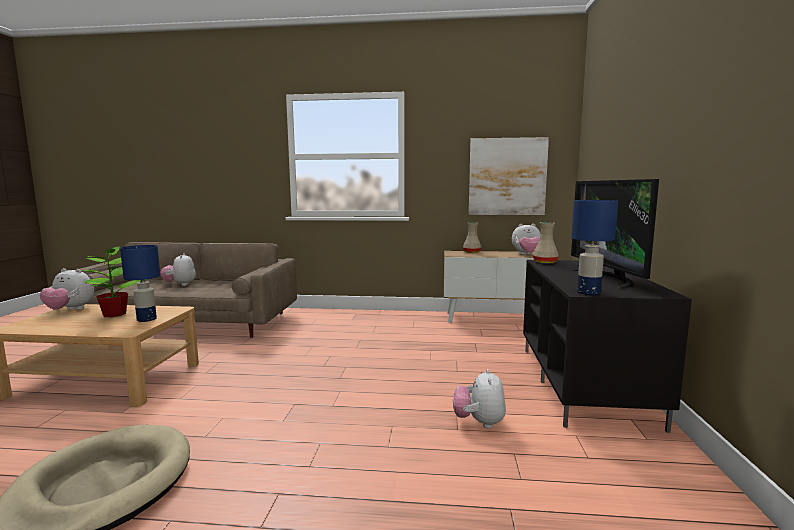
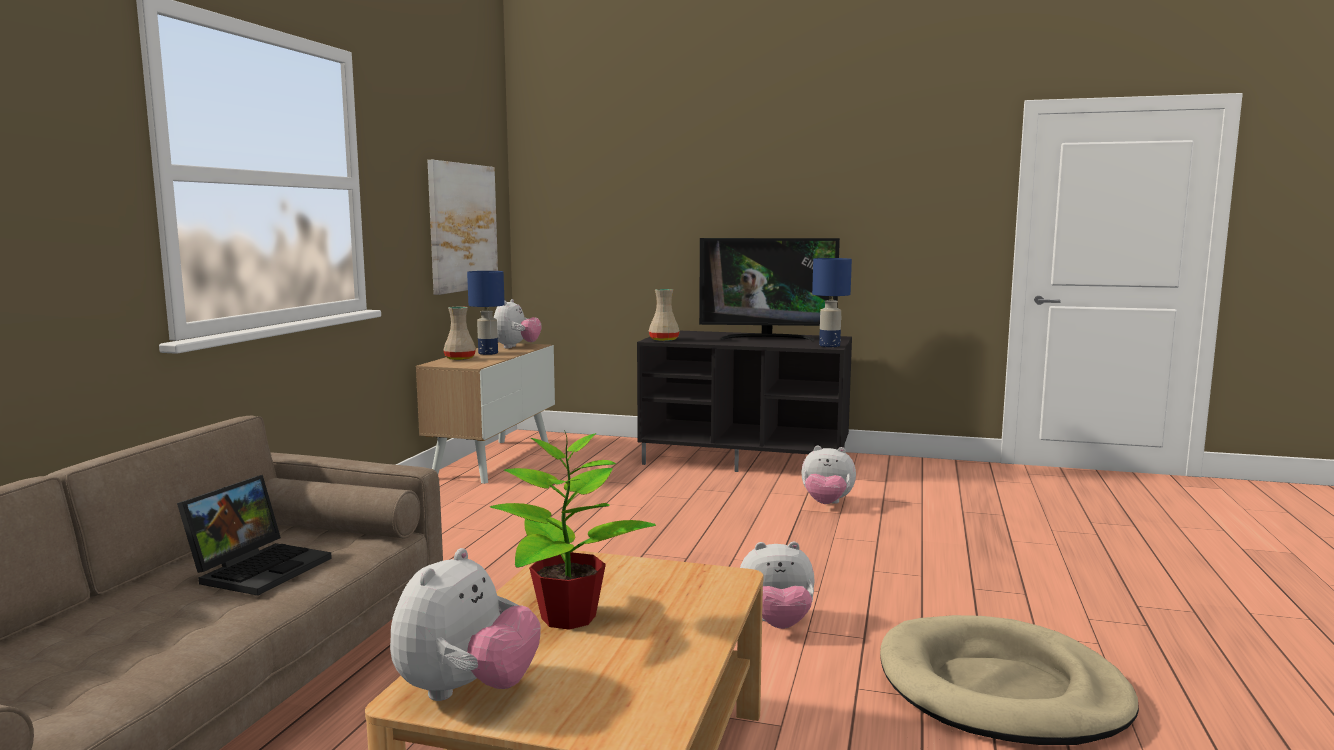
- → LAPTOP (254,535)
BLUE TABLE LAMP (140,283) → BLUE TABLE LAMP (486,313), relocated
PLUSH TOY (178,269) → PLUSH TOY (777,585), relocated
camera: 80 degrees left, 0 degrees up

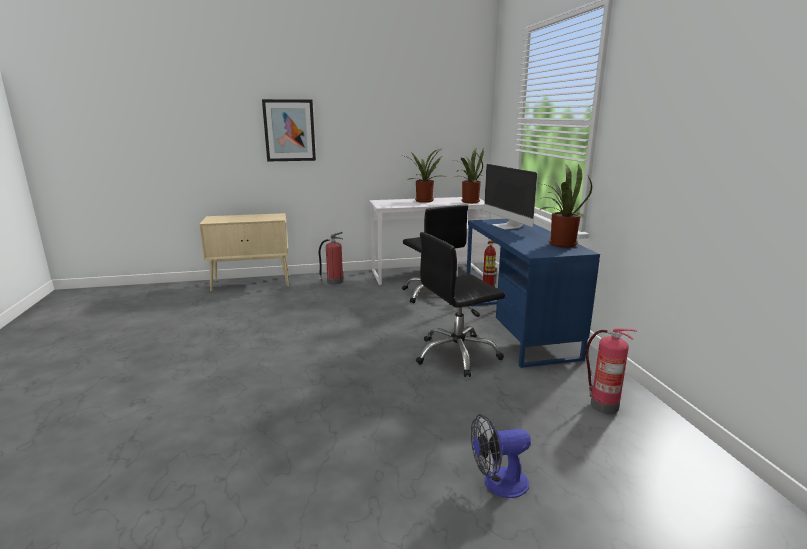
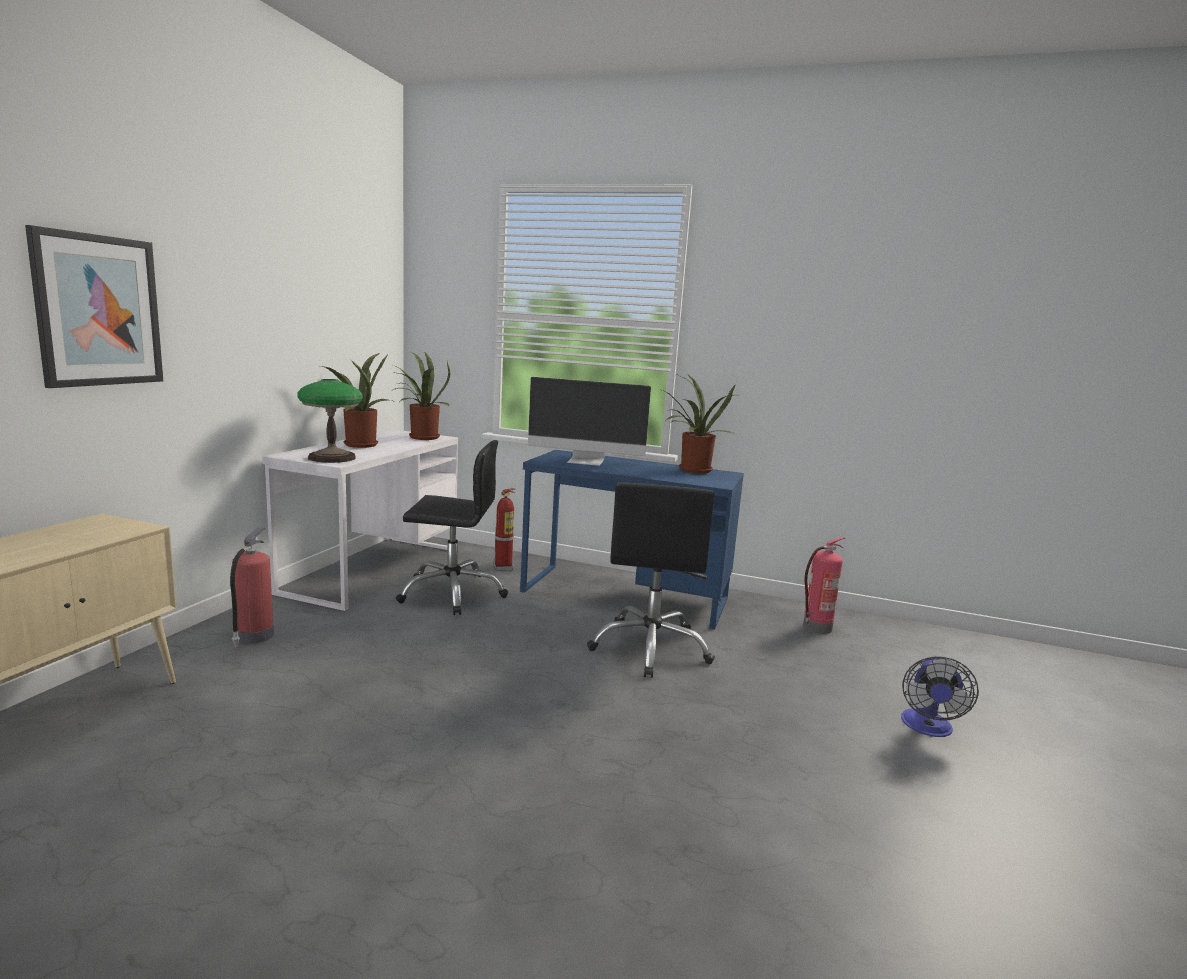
- → TABLE LAMP (330,421)
camera: 60 degrees left, 5 degrees down

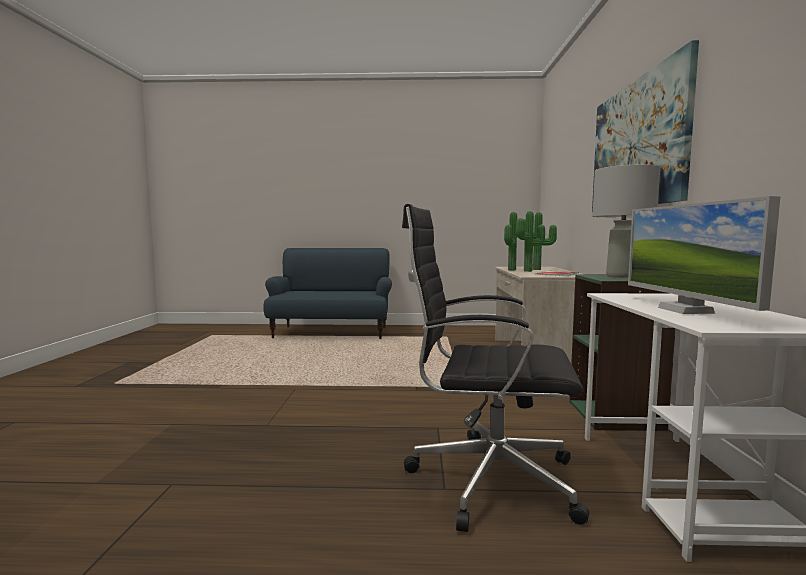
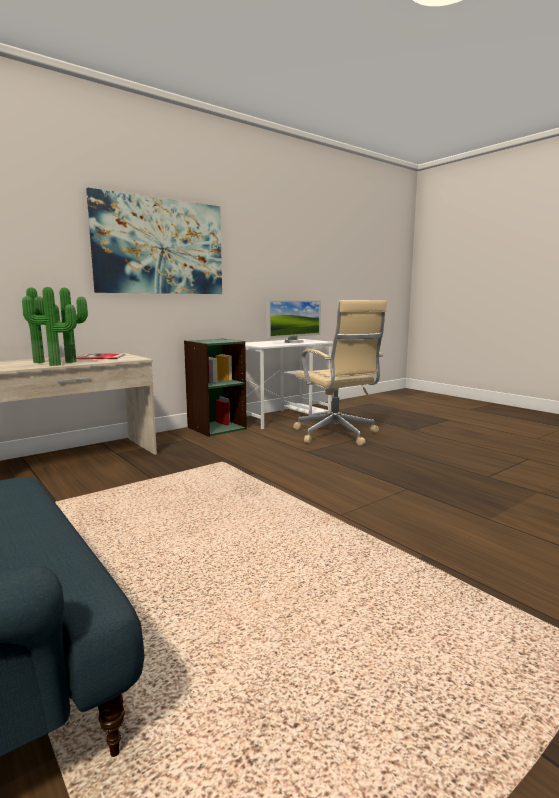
BLACK OFFICE CHAIR (495,368) → BEIGE OFFICE CHAIR (340,373)
GREY TABLE LAMP (626,221) → -
camera: 130 degrees left, 5 degrees up

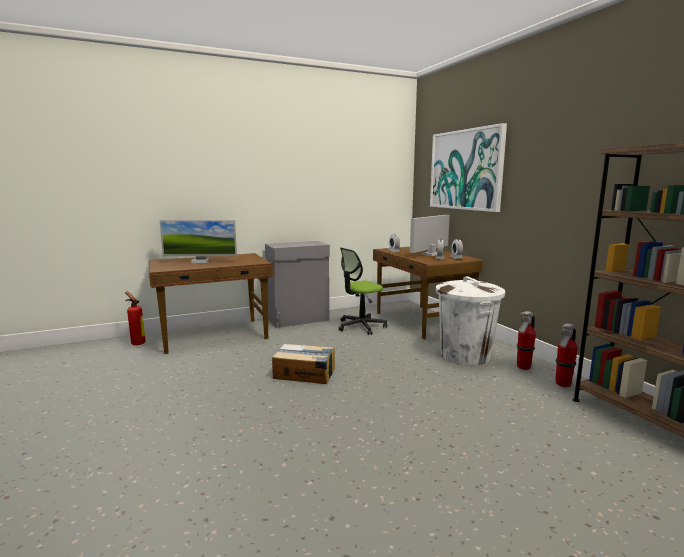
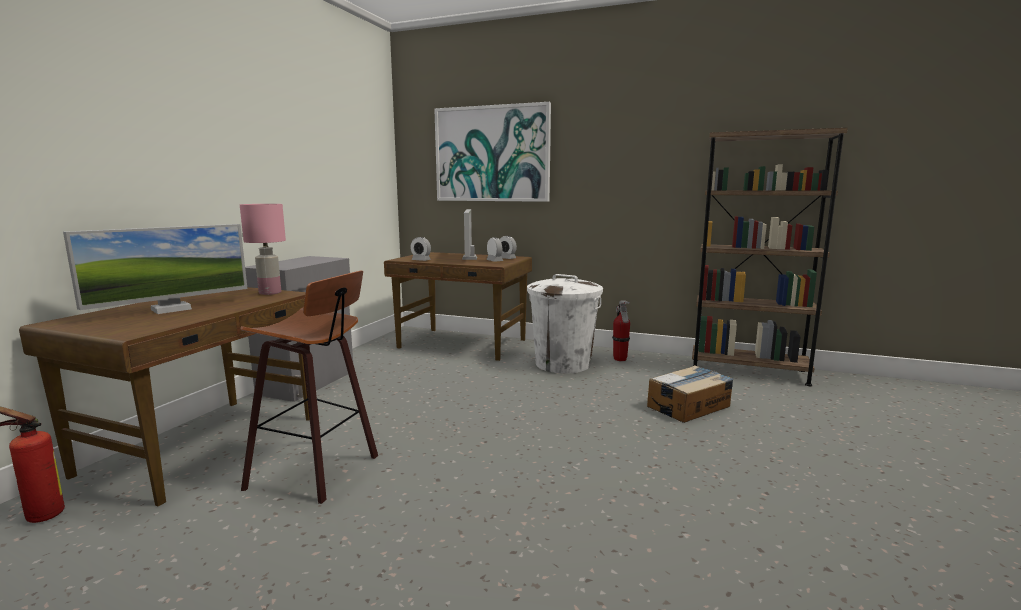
- → PINK TABLE LAMP (263,249)
- → STOOL (309,387)
CARDBOARD BOX (303,364) → CARDBOARD BOX (690,394), relocated
OFFICE CHAIR (362,291) → -
FIRE EXTINGUISHER (567,355) → -
camera: 45 degrees left, 0 degrees up

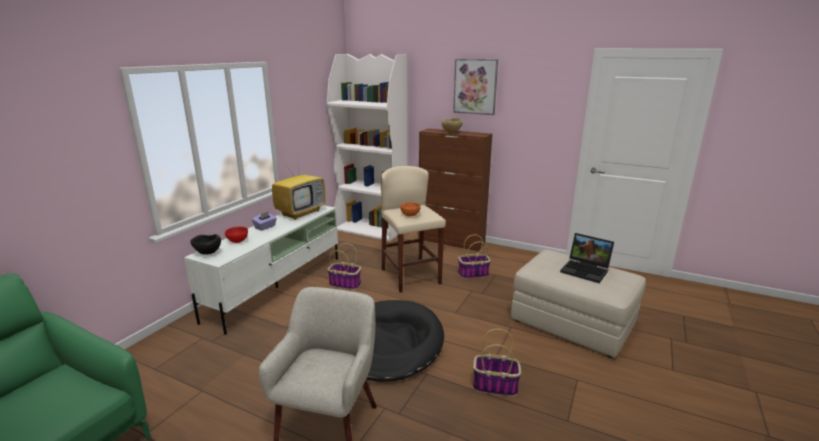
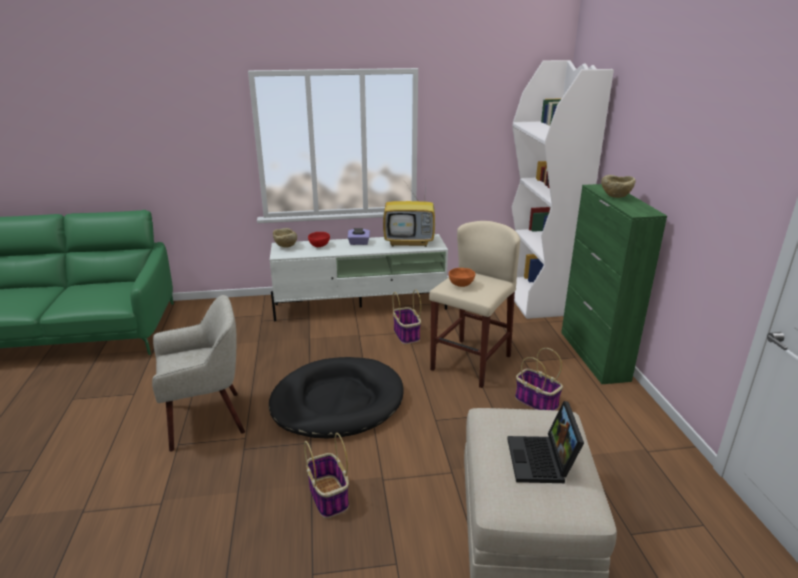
BLACK BOWL (205,244) → BEIGE BOWL (285,237)
BROWN CABINET (455,189) → GREEN CABINET (614,284)
PICTURE (475,87) → -
camera: 55 degrees right, 5 degrees up

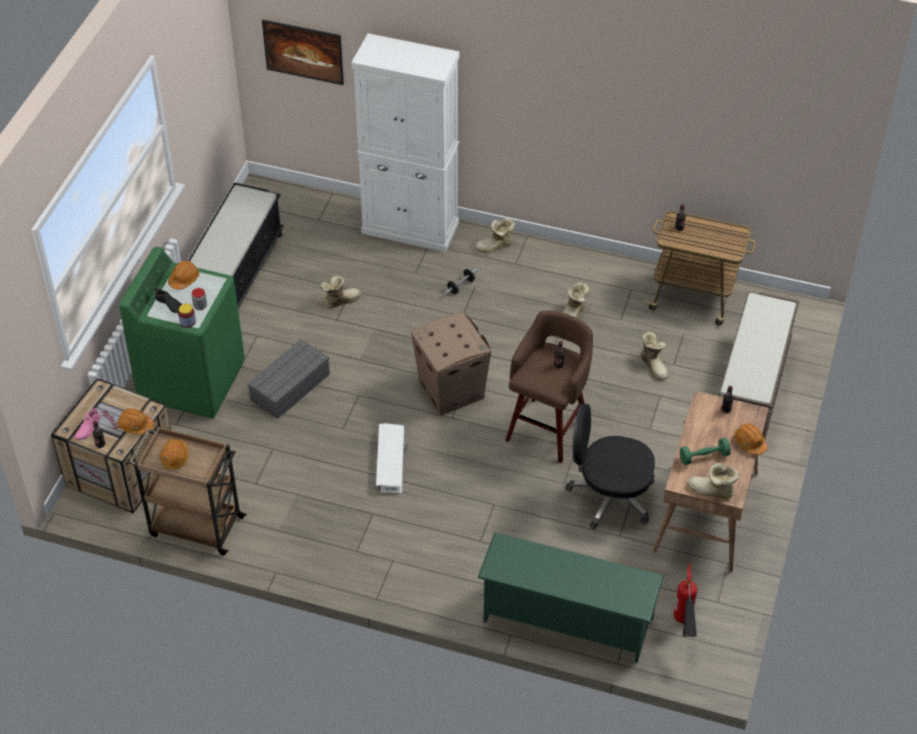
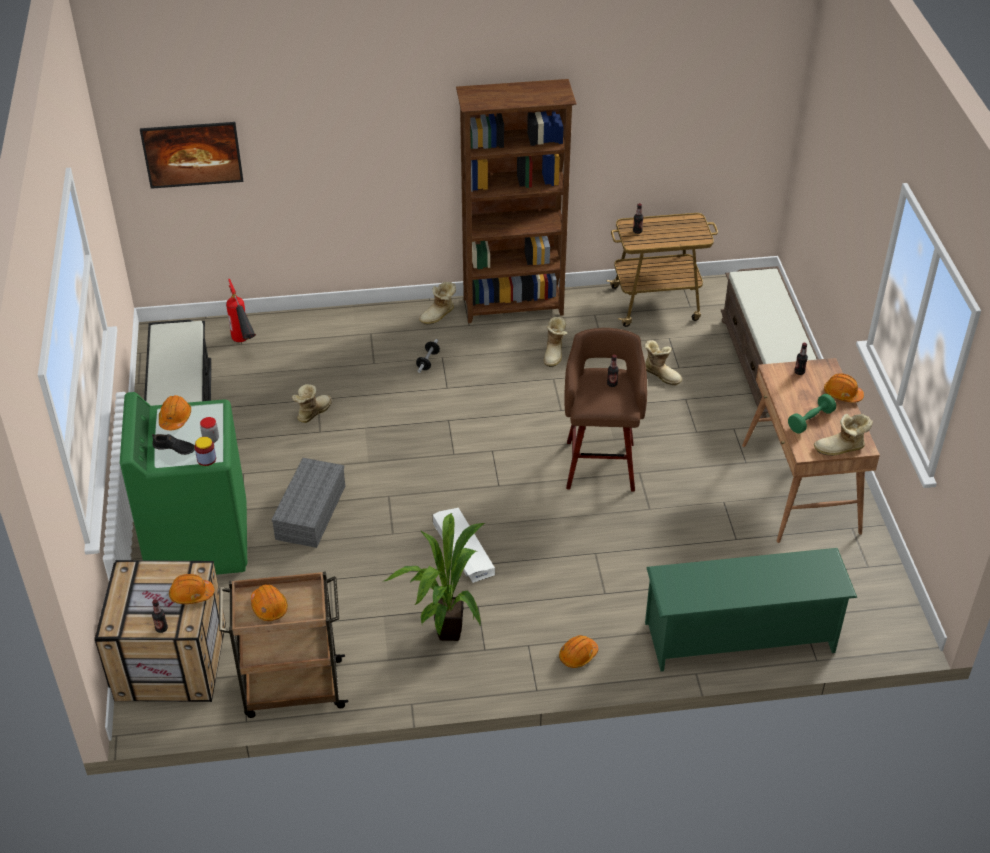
FIRE EXTINGUISHER (685,600) → FIRE EXTINGUISHER (241,310), relocated
- → POTTED PLANT (434,577)
- → BROWN BOOKCASE (516,201)
- → ORANGE HARD HAT (578,651)
PINK SHOE (87,423) → -
WHITE CABINET (405,142) → -
CARDBOARD BOX (451,364) → -
BLACK OFFICE CHAIR (610,466) → -
camera: 25 degrees left, 5 degrees down

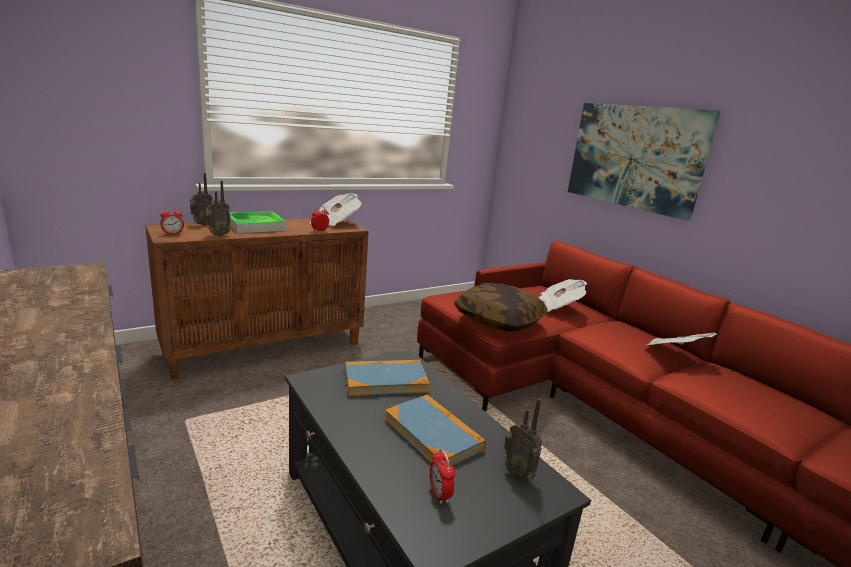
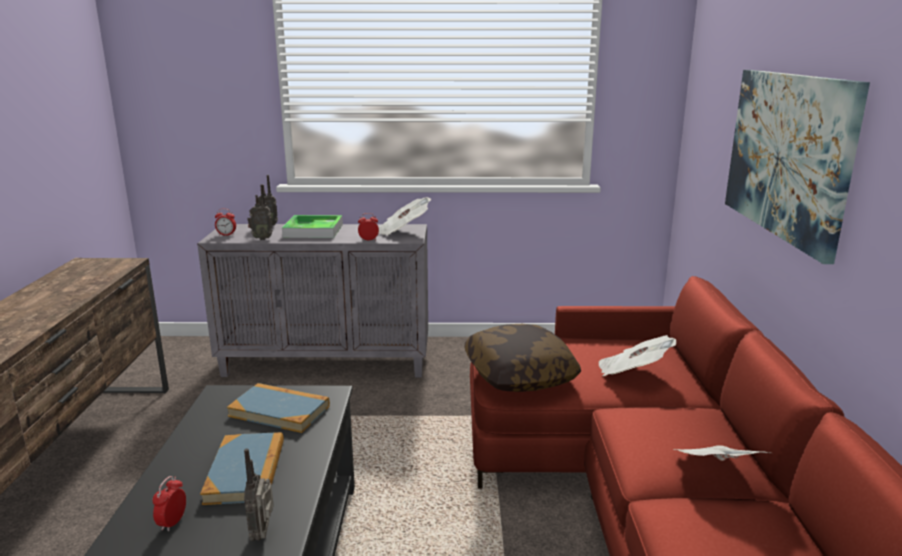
BROWN CABINET (257,299) → GREY CABINET (312,300)
camera: 35 degrees right, 0 degrees up

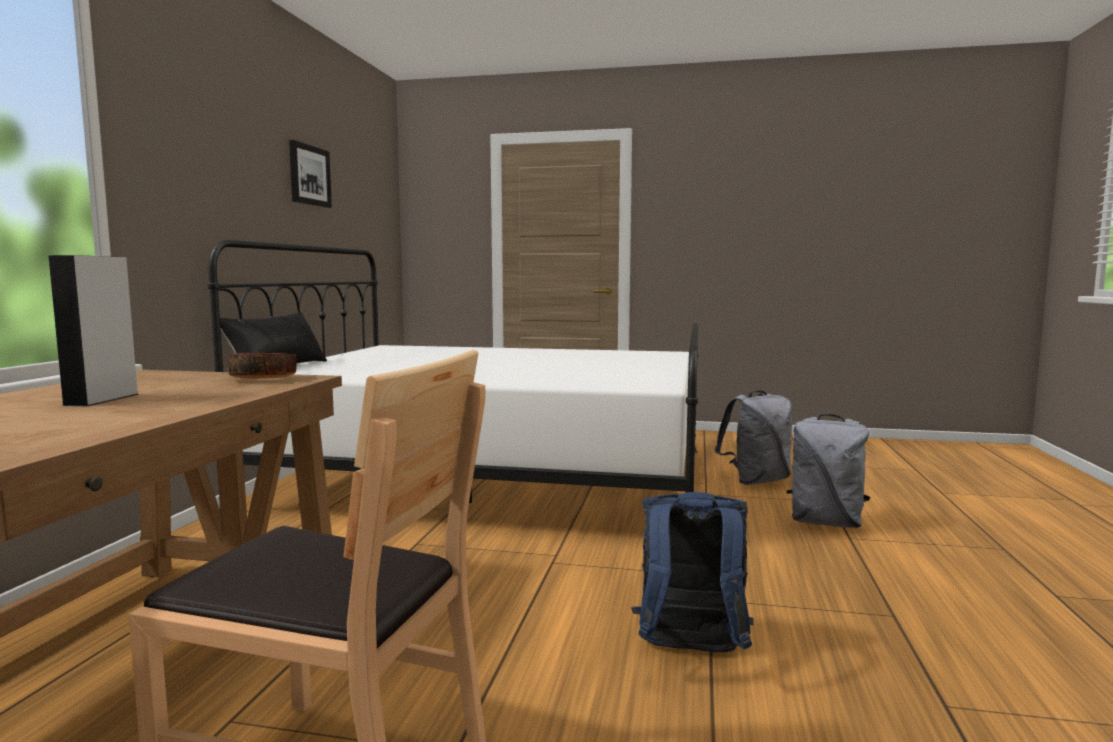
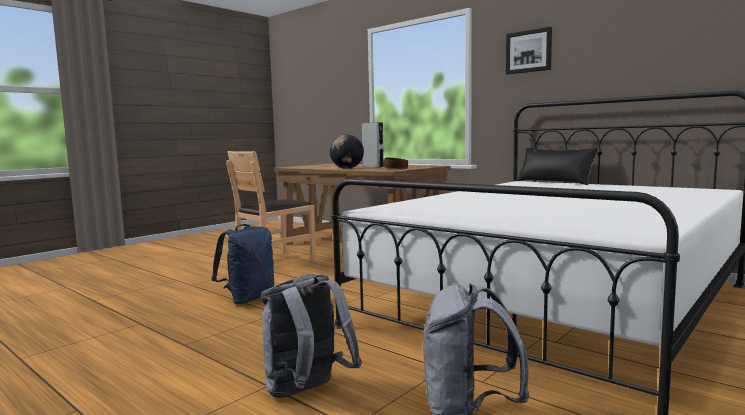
- → GLOBE (347,151)
PICTURE (310,174) → PICTURE (529,51), relocated
camera: 120 degrees right, 0 degrees up

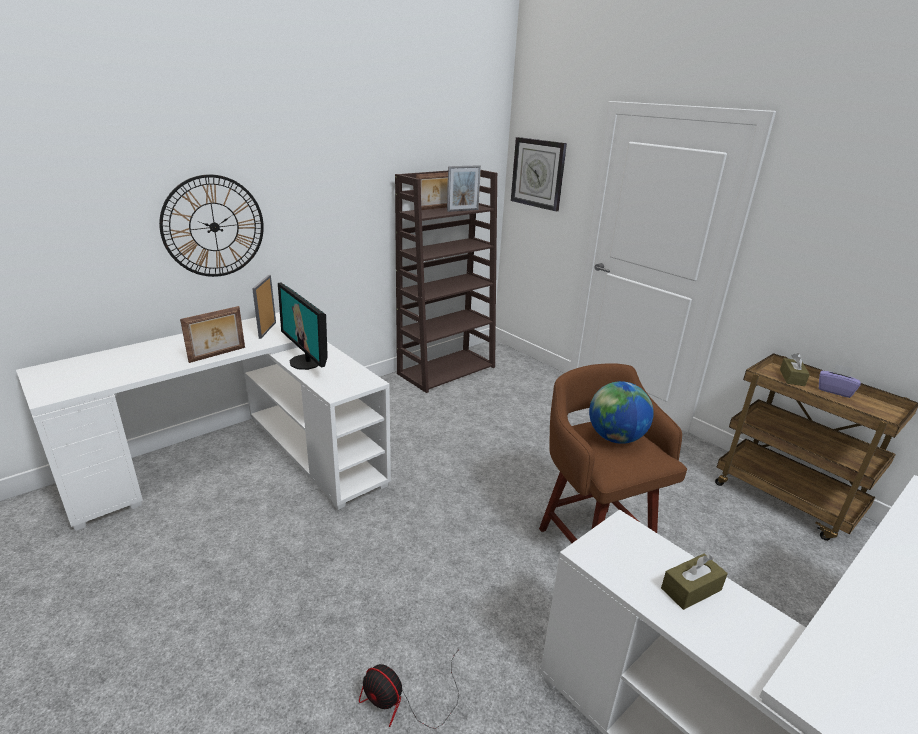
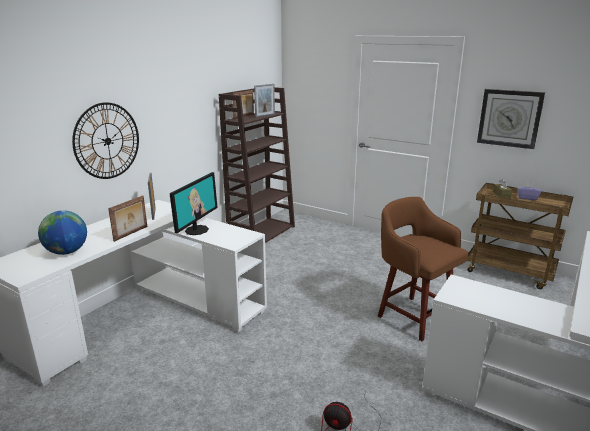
GLOBE (621,412) → GLOBE (62,232), relocated
MONITOR (303,326) → MONITOR (194,203), 105 degrees counterclockwise
WALL CLOCK (539,174) → WALL CLOCK (511,119), relocated
BROWN TISSUE BOX (694,582) → -
camera: 15 degrees left, 5 degrees down

